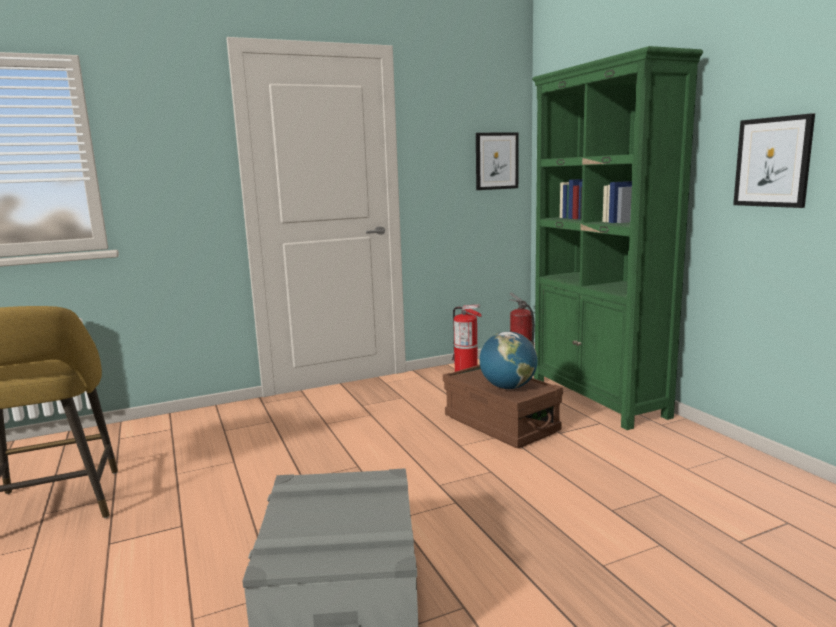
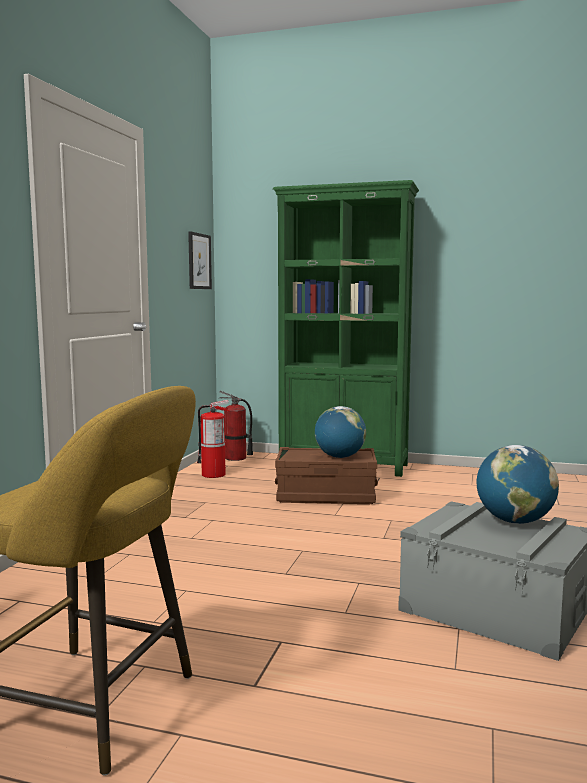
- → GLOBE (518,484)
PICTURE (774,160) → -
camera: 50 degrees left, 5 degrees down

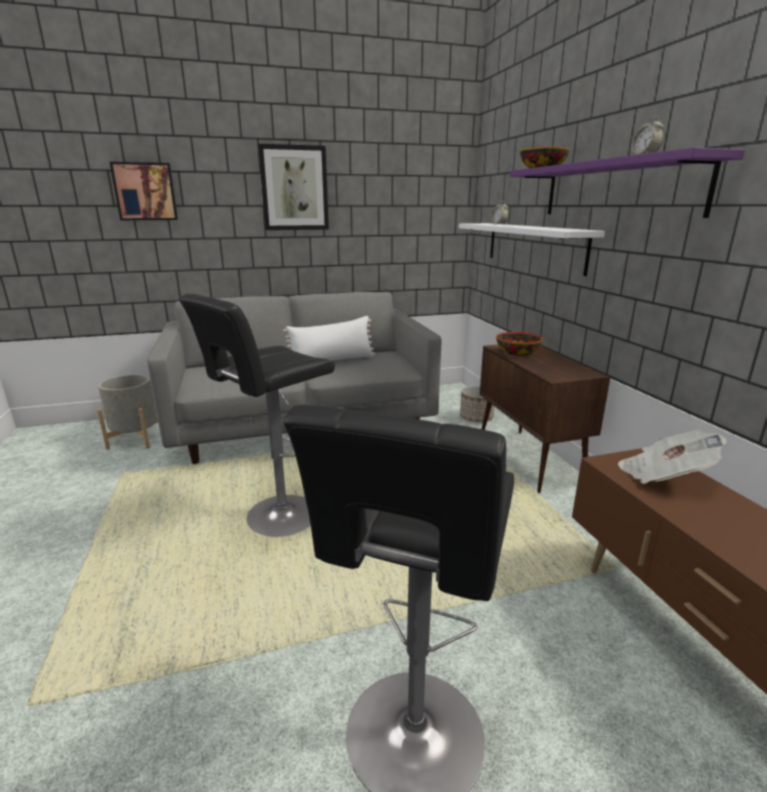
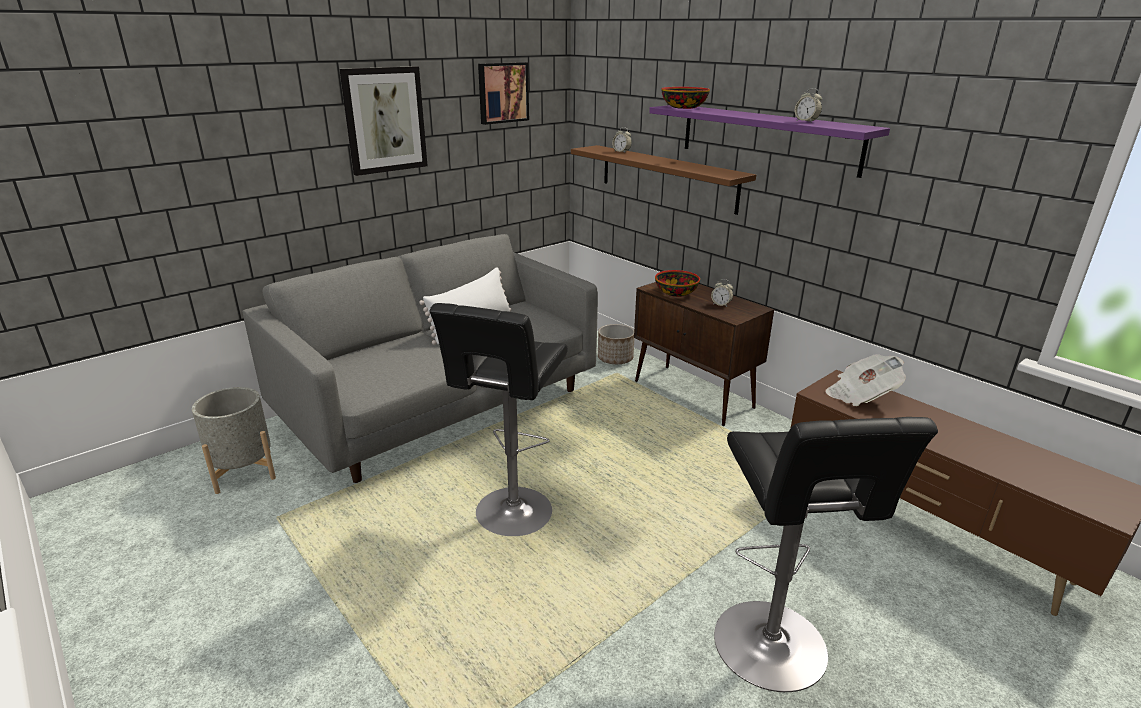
PICTURE (144,191) → PICTURE (503,93), relocated
WHITE SHELF (532,249) → BROWN SHELF (663,180)
- → ALARM CLOCK (722,293)
camera: 25 degrees left, 5 degrees up

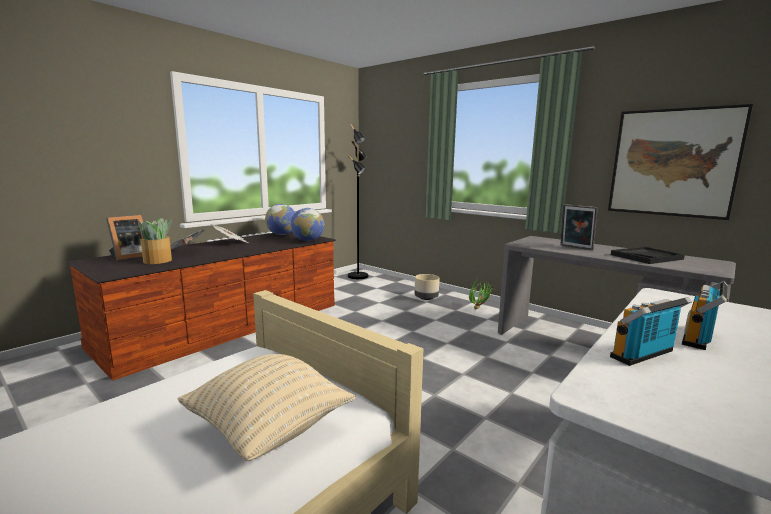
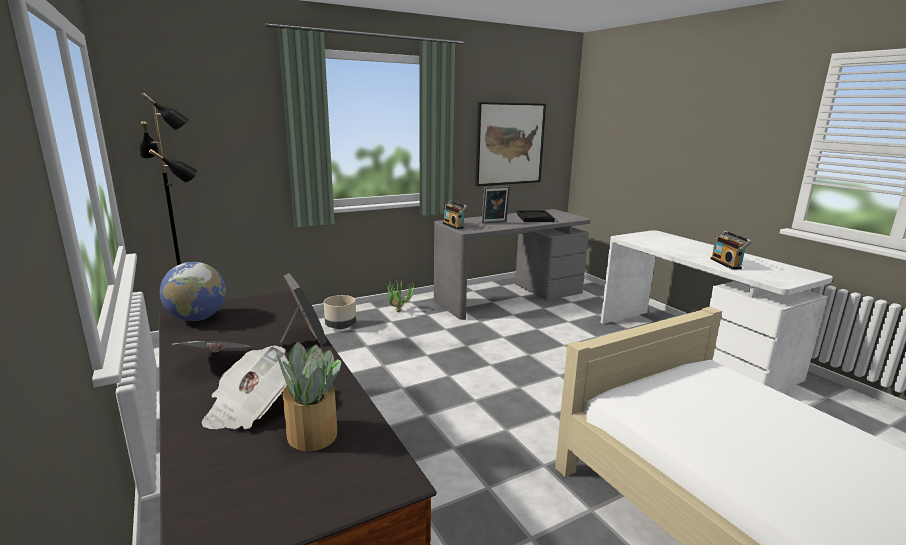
PICTURE FRAME (124,238) → PICTURE FRAME (302,310), relocated
RADIO (705,315) → RADIO (455,214), relocated
BEIGE PILLOW (266,407) → -
GLOBE (307,224) → -
camera: 70 degrees left, 5 degrees up

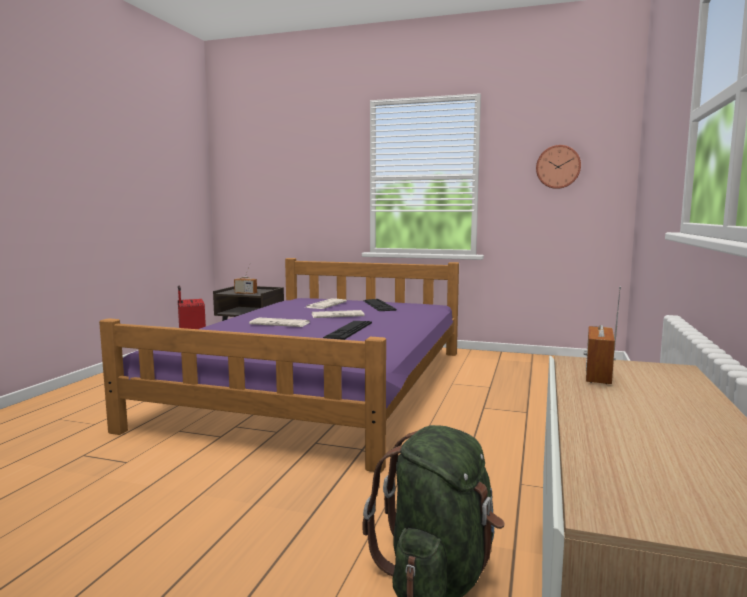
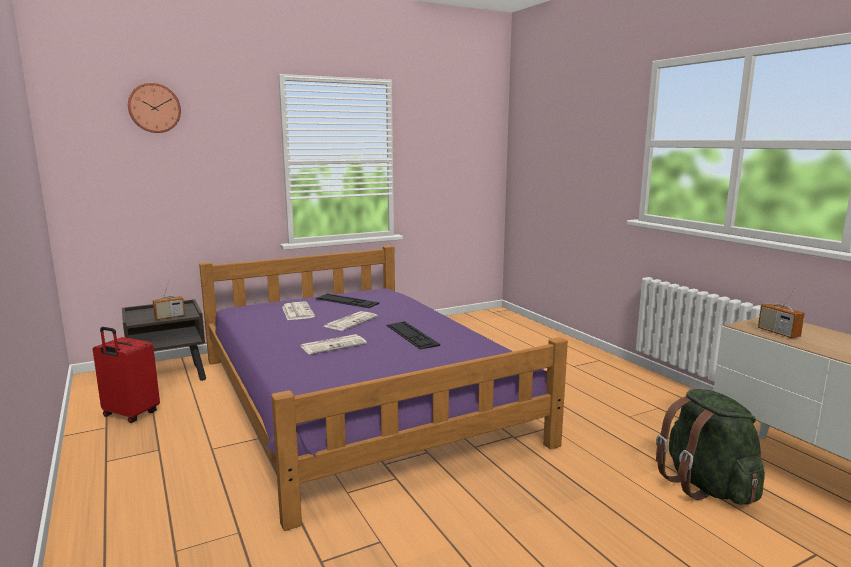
WALL CLOCK (558,167) → WALL CLOCK (154,108), relocated
camera: 45 degrees left, 5 degrees up

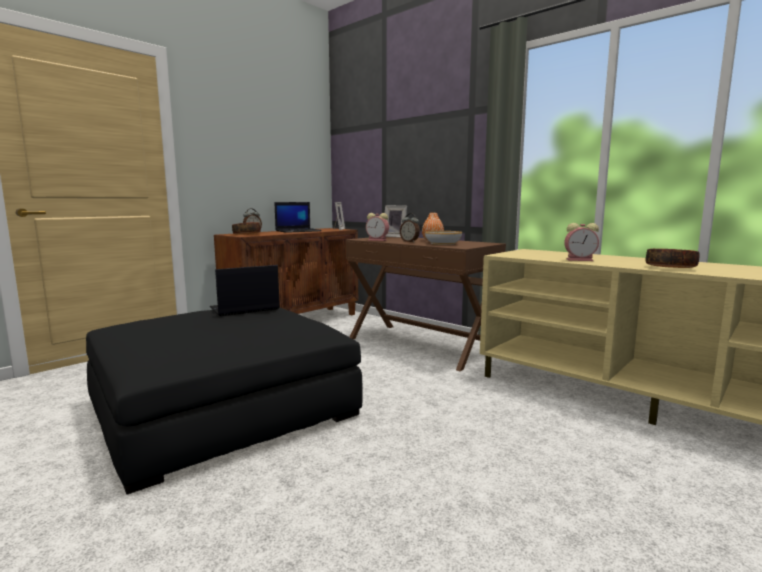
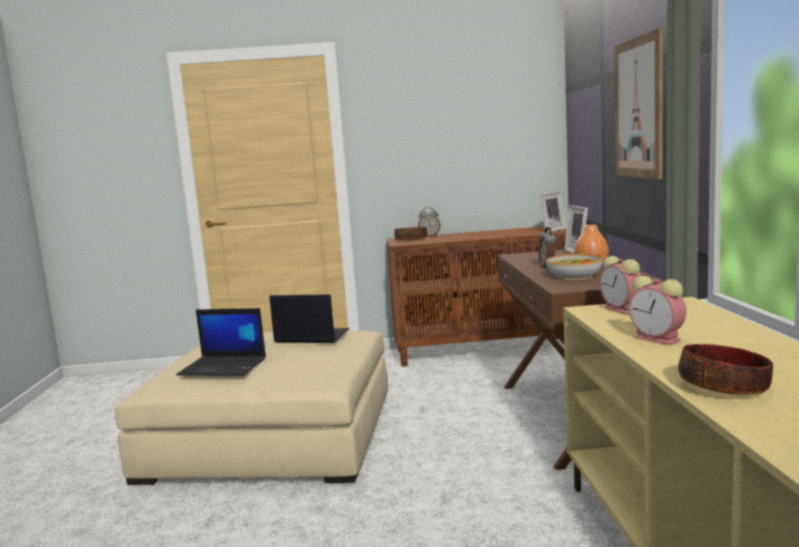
BLACK OTTOMAN (224,401) → BEIGE OTTOMAN (251,408)
LAPTOP (298,217) → LAPTOP (221,342), relocated
ALARM CLOCK (377,227) → ALARM CLOCK (621,285), relocated
- → PICTURE (638,103)
camera: 45 degrees right, 0 degrees up

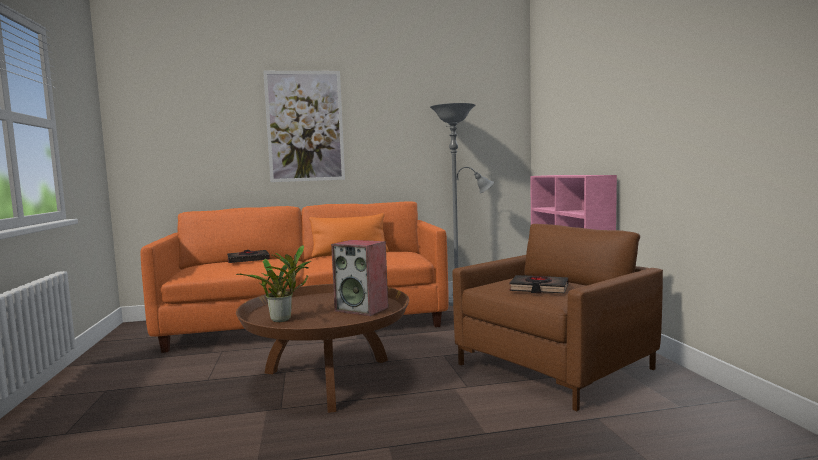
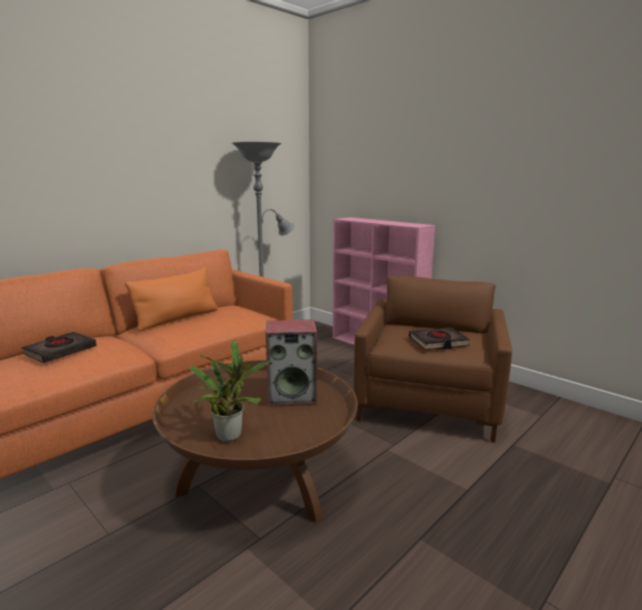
PICTURE (304,126) → -
camera: 35 degrees left, 10 degrees up

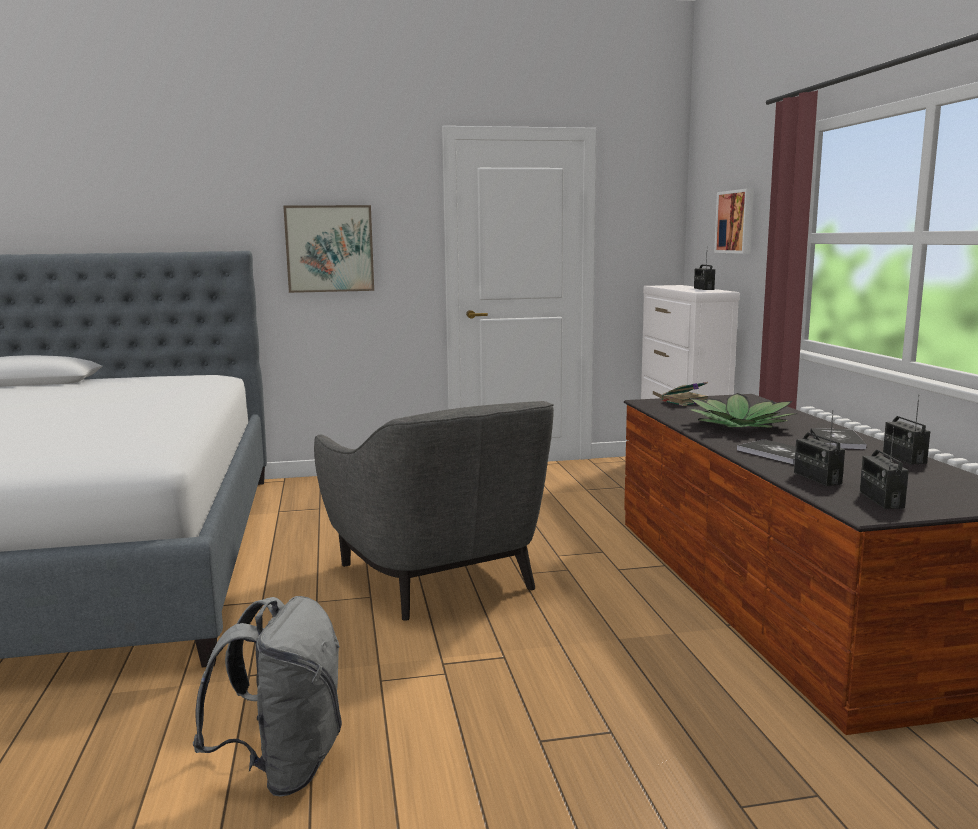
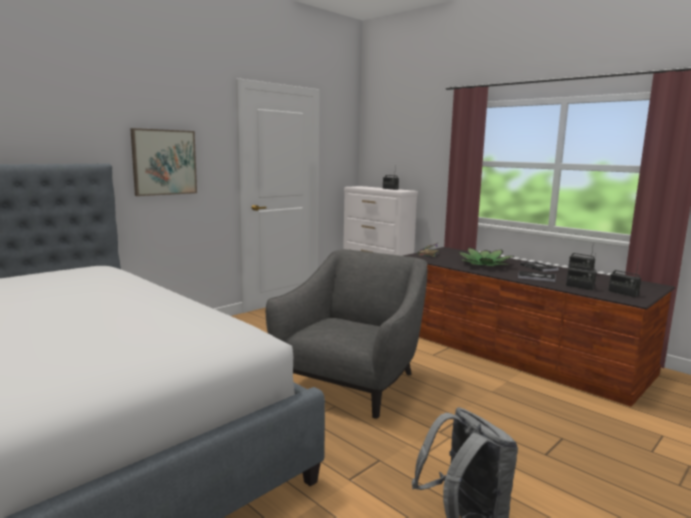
GREY ARMCHAIR (434,510) → GREY ARMCHAIR (347,334), 90 degrees counterclockwise
PICTURE (734,221) → -
camera: 35 degrees left, 0 degrees up

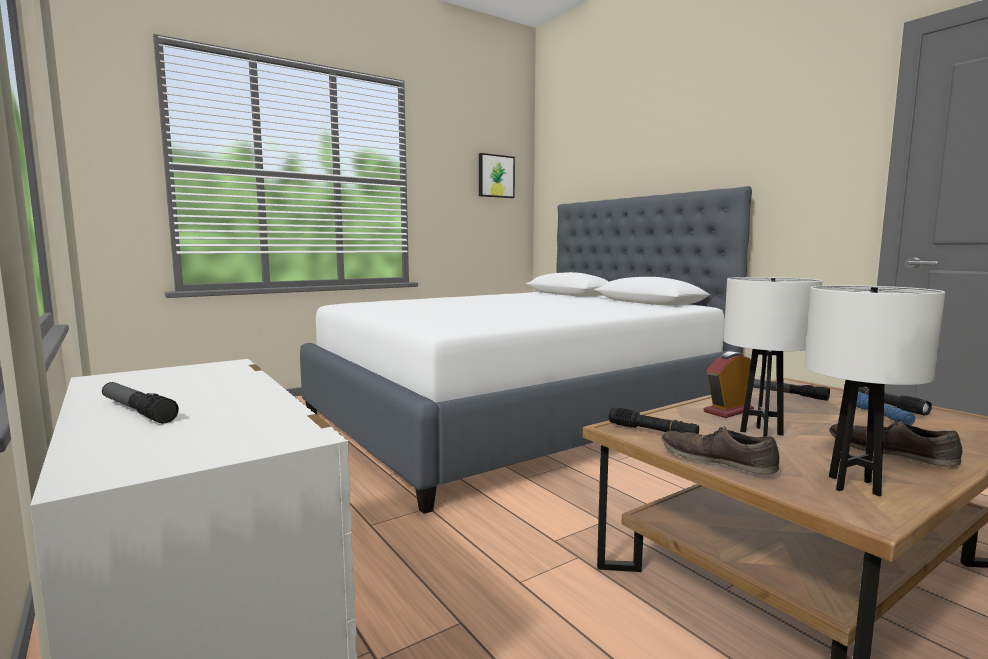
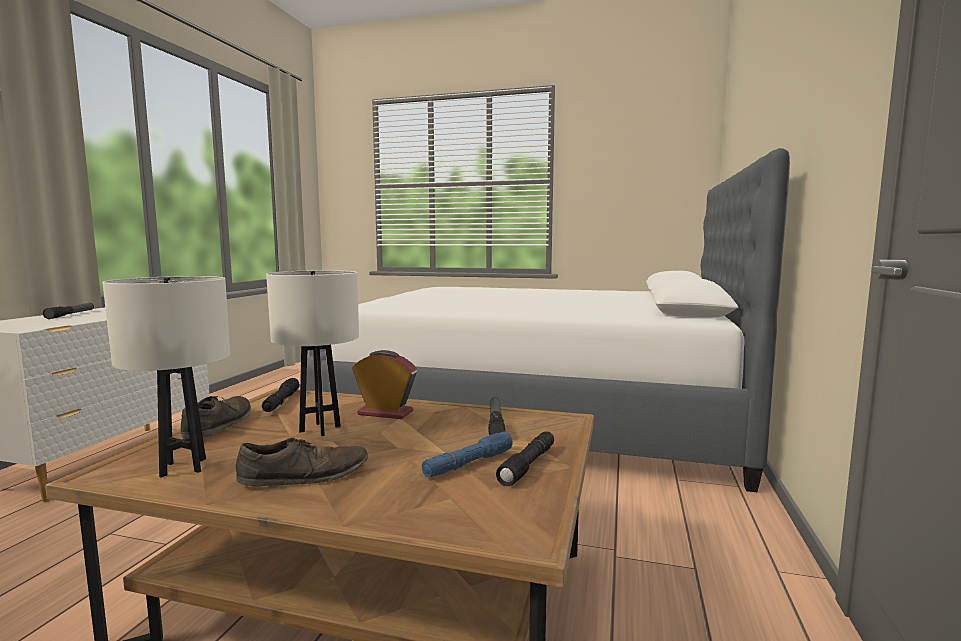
BROWN SHOE (895,444) → BROWN SHOE (302,461), 60 degrees clockwise
PICTURE (497,175) → -
camera: 50 degrees right, 0 degrees up

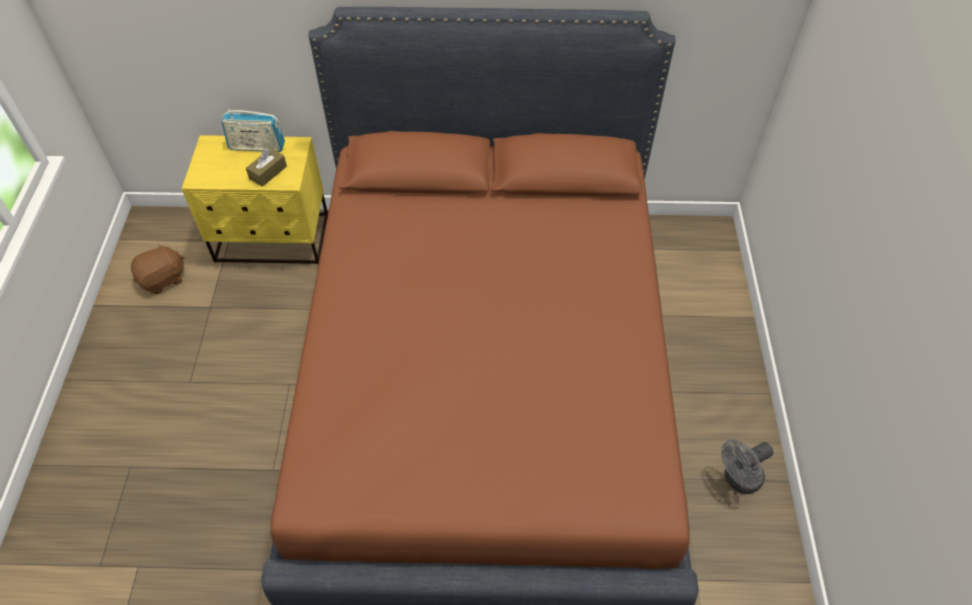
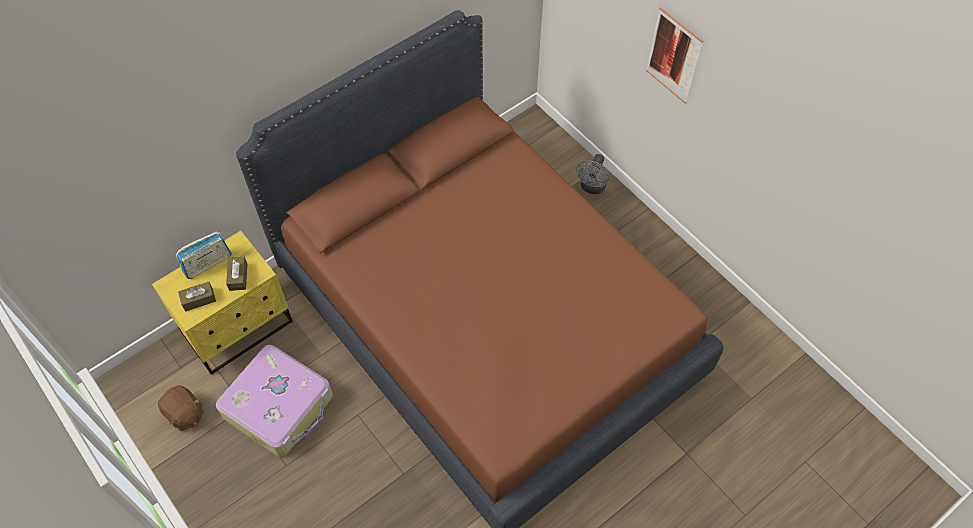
BROWN PLUSH TOY (158,268) → BROWN PLUSH TOY (181,408), 120 degrees clockwise
- → BROWN TISSUE BOX (197,296)
- → SUITCASE (274,401)
GREY FAN (747,466) → GREY FAN (593,174), relocated
- → PICTURE (675,55)
camera: 40 degrees left, 5 degrees up

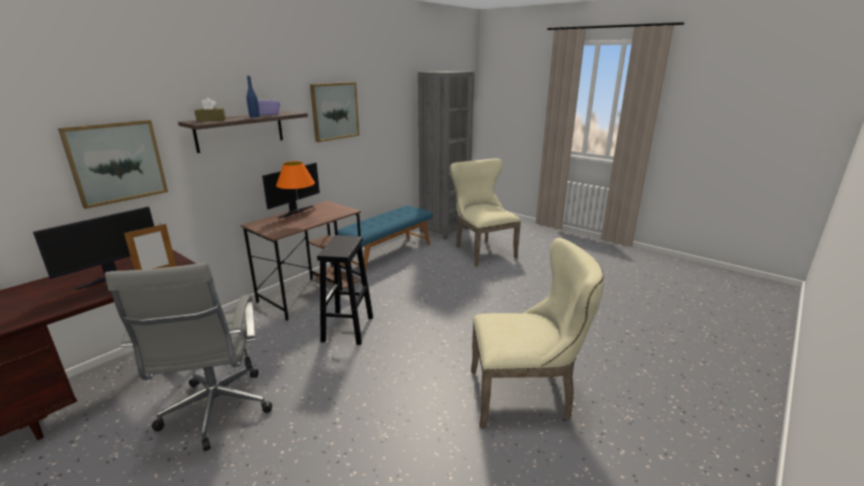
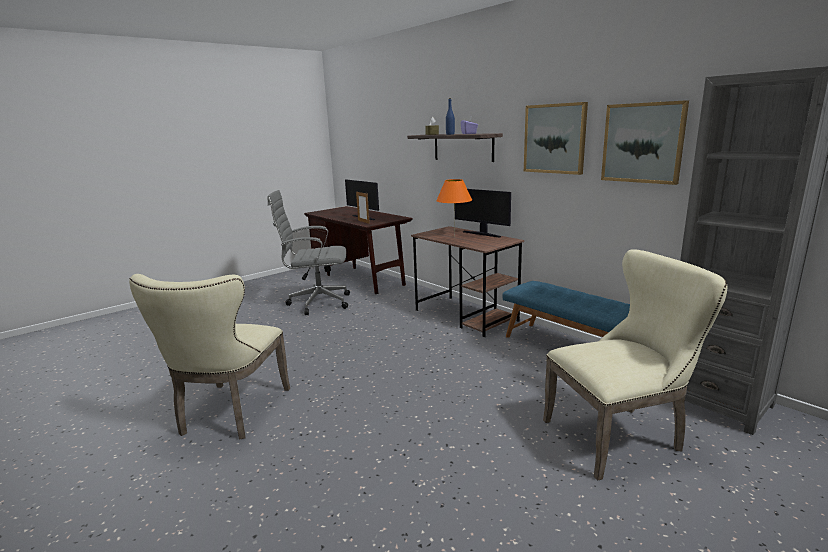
PICTURE (113,164) → PICTURE (645,142), relocated
BLACK STOOL (345,290) → -
camera: 100 degrees right, 5 degrees down

